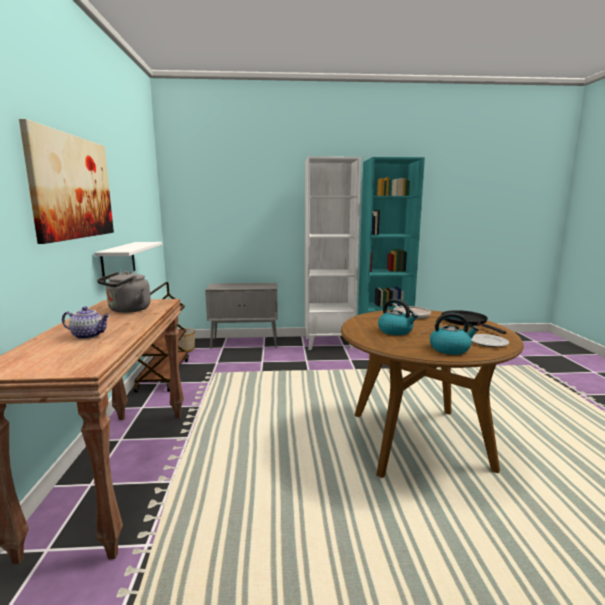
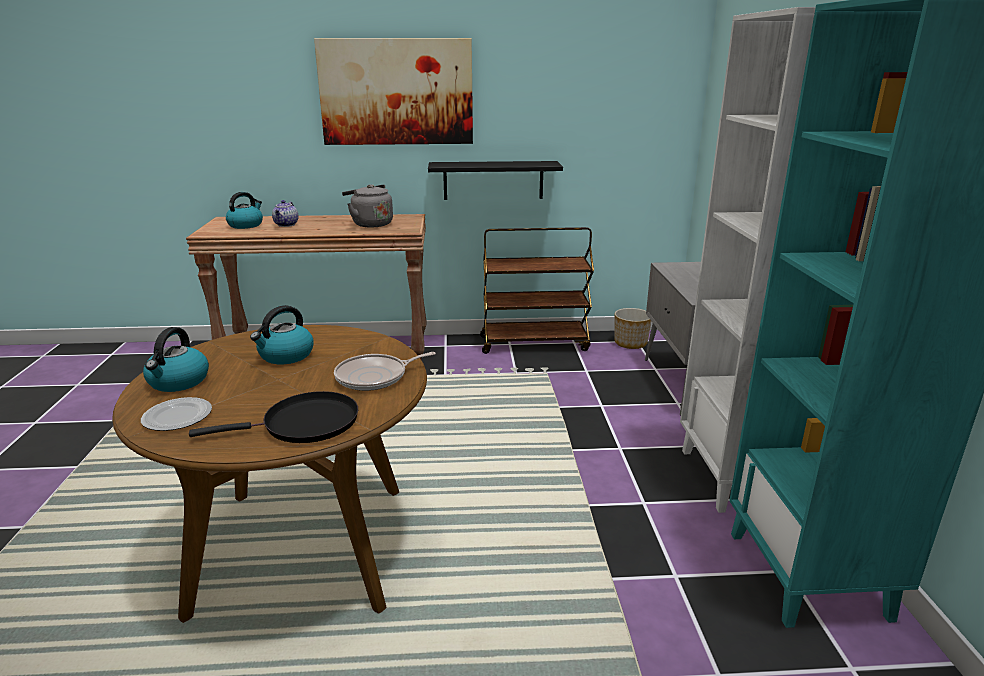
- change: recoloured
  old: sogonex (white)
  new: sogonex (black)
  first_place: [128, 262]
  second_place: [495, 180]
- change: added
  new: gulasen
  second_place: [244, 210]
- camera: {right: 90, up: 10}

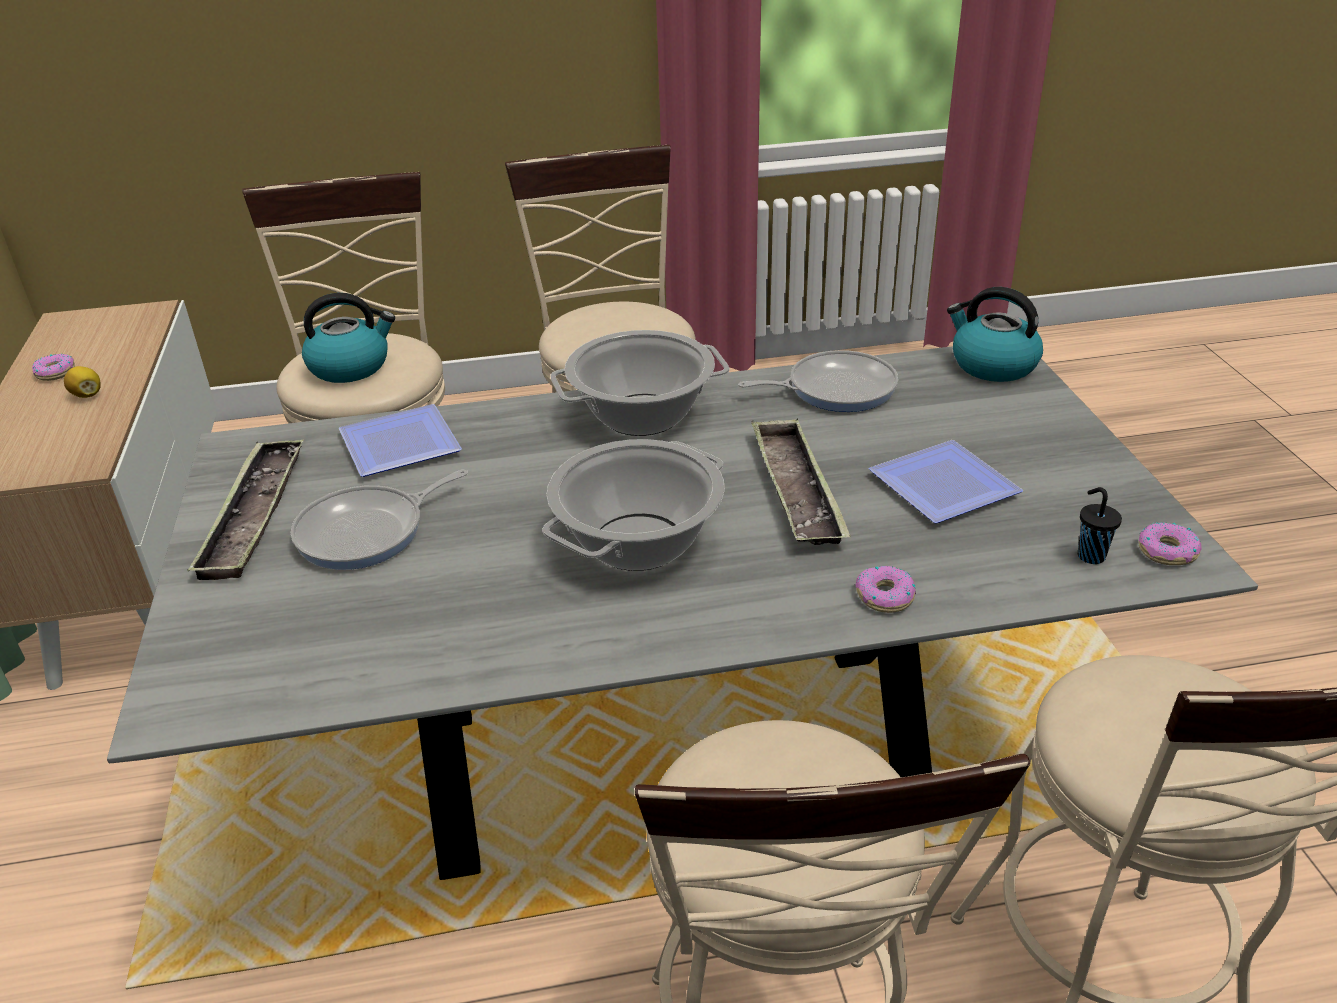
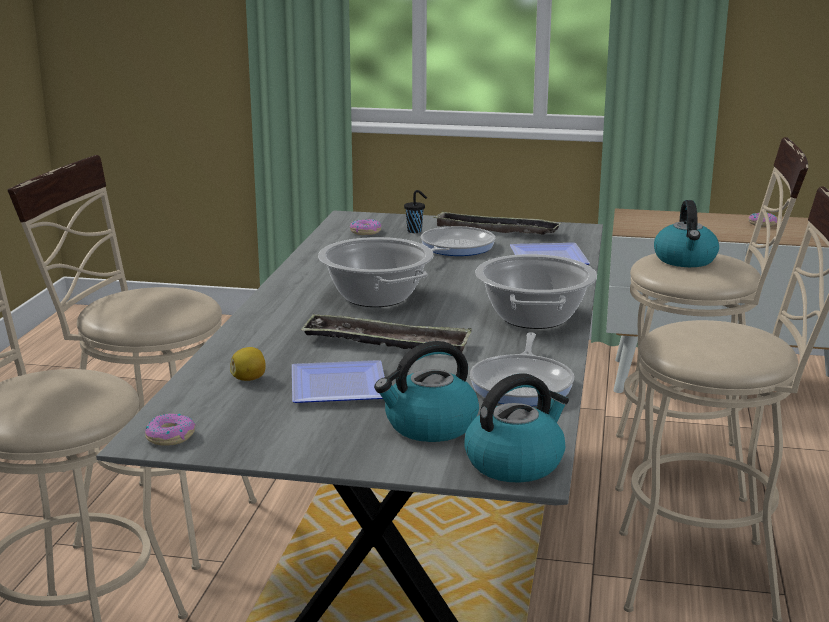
- change: moved
  old: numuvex
  first_place: [82, 382]
  second_place: [248, 364]
- change: turned
  old: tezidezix
  first_place: [379, 519]
  second_place: [458, 241]
  degrees: 45
- change: moved
  old: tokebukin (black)
  first_place: [1100, 525]
  second_place: [415, 211]
- change: moved
  old: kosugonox
  first_place: [886, 589]
  second_place: [365, 227]
- change: added
  new: gulasen
  second_place: [426, 391]
- camera: {right: 110, up: -15}

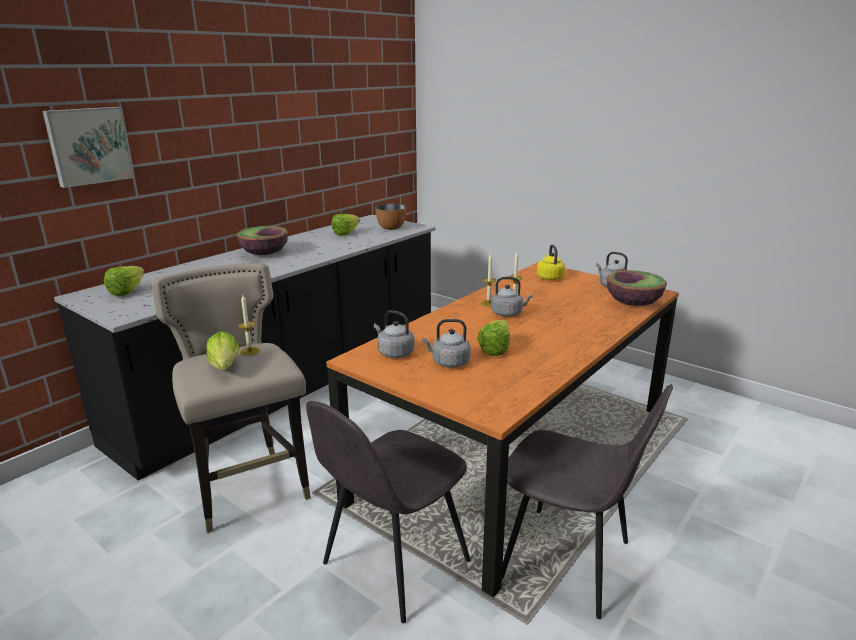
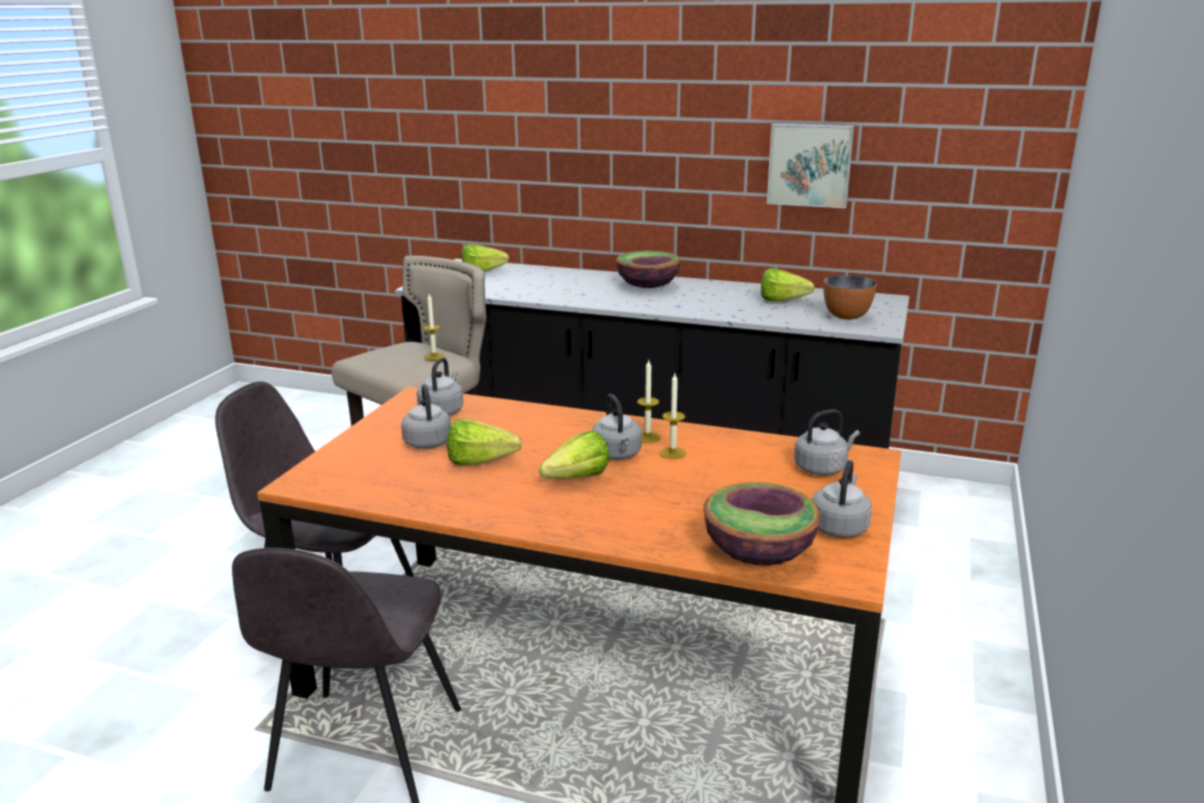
- change: moved
  old: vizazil
  first_place: [88, 147]
  second_place: [810, 165]
- change: recoloured
  old: gulasen (yellow)
  new: gulasen (grey)
  first_place: [551, 262]
  second_place: [827, 442]
- change: moved
  old: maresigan
  first_place: [222, 351]
  second_place: [574, 454]
- camera: {right: 70, up: 0}

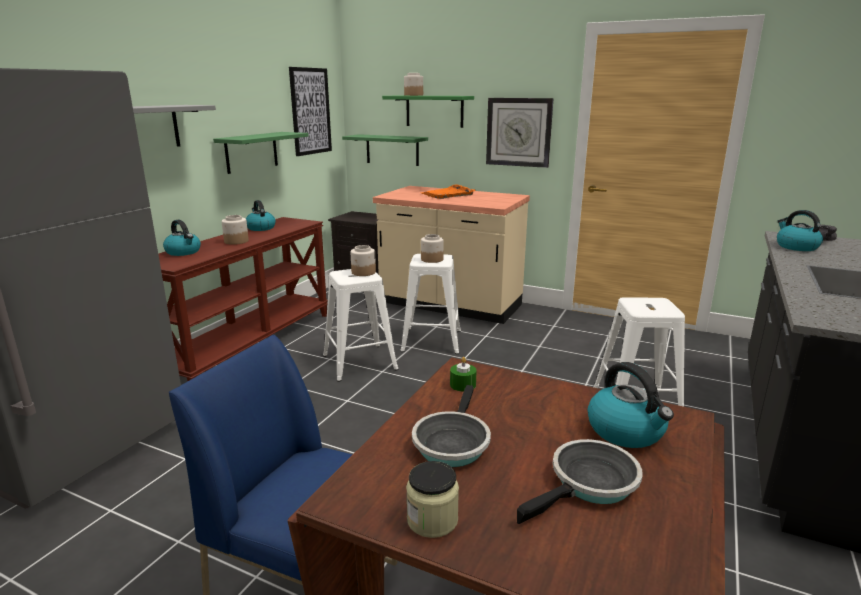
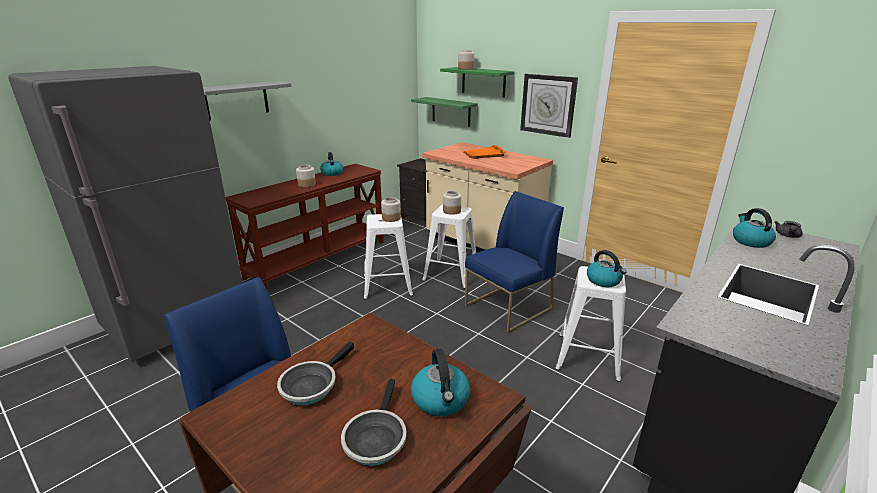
- change: removed
  old: vizazil
  first_place: [310, 111]
- change: removed
  old: sogonex (green)
  first_place: [261, 153]
- change: moved
  old: gulasen
  first_place: [182, 238]
  second_place: [606, 268]
- change: removed
  old: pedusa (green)
  first_place: [463, 374]
- change: turned
  old: tezidezix
  first_place: [579, 481]
  second_place: [374, 422]
  degrees: 120
- change: removed
  old: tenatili
  first_place: [432, 499]
- change: added
  new: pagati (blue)
  second_place: [514, 262]
- camera: {right: 15, up: 5}

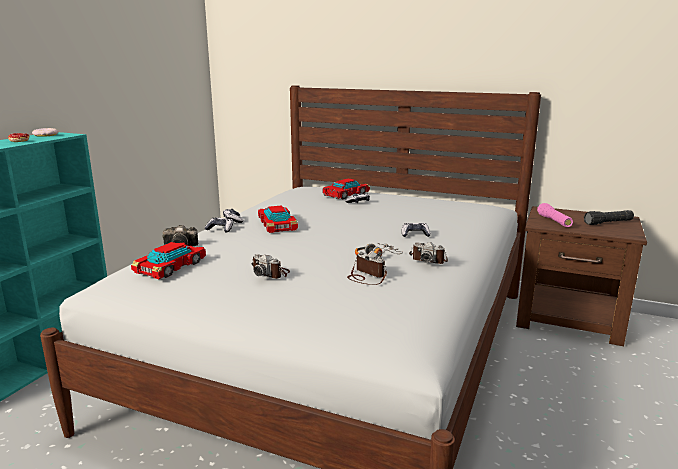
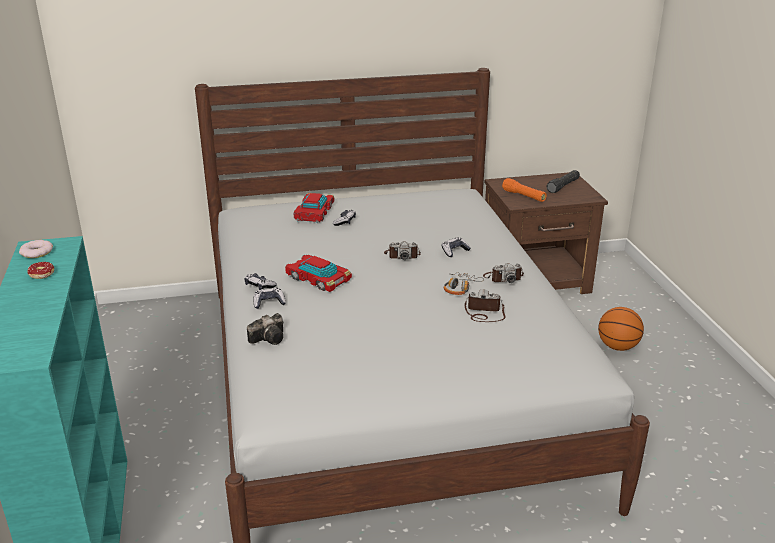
- change: recoloured
  old: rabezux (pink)
  new: rabezux (orange)
  first_place: [555, 215]
  second_place: [524, 190]
- change: removed
  old: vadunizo
  first_place: [168, 260]
- change: moved
  old: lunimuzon
  first_place: [270, 266]
  second_place: [402, 250]
- change: added
  new: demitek
  second_place: [621, 329]
- camera: {right: -35, up: 10}

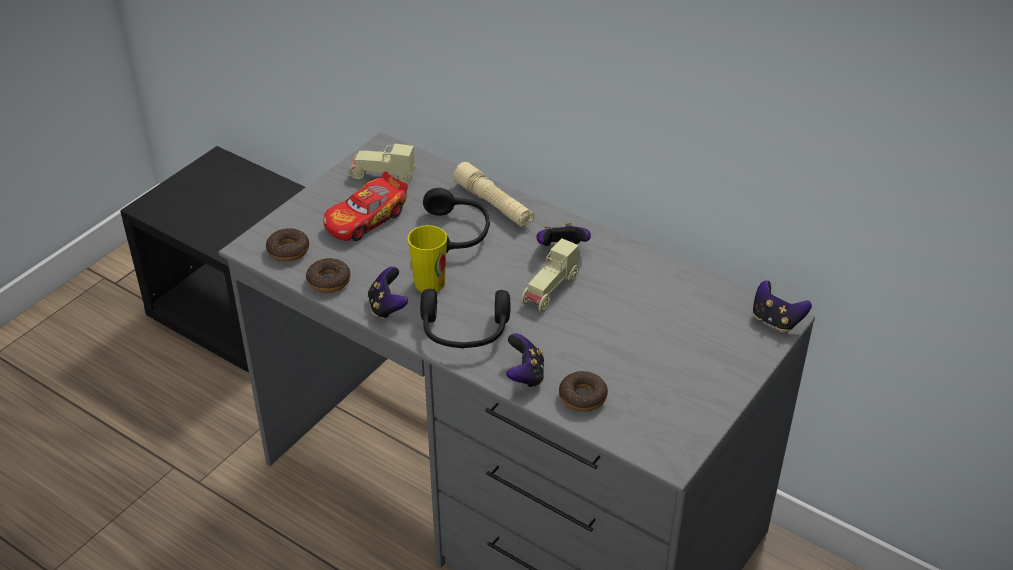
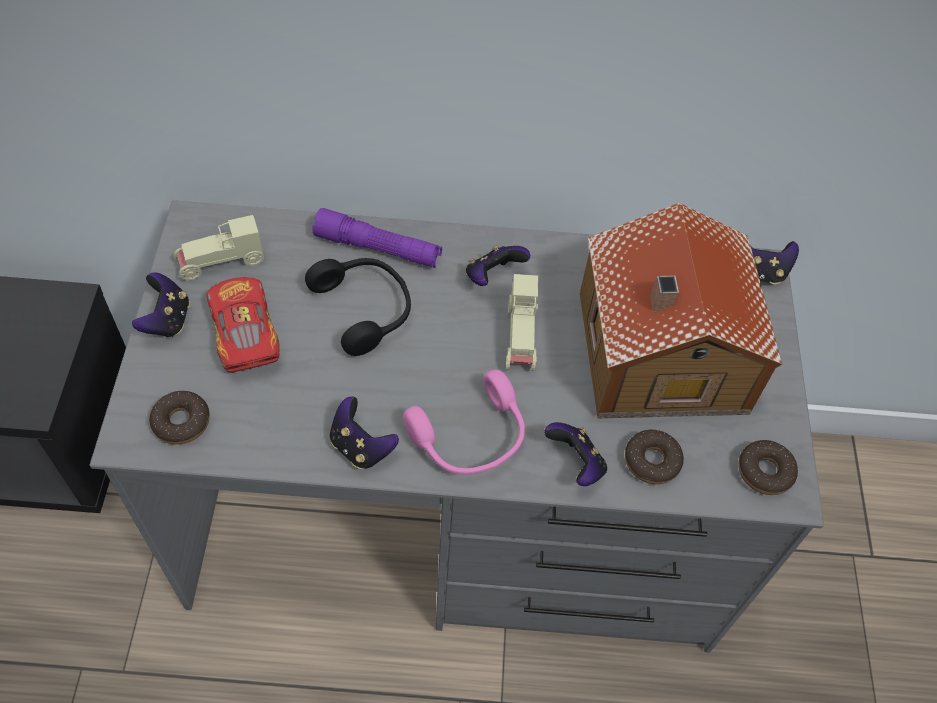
- change: recoloured
  old: rabezux (beige)
  new: rabezux (purple)
  first_place: [493, 194]
  second_place: [377, 238]
- change: turned
  old: vadunizo
  first_place: [365, 206]
  second_place: [243, 325]
  degrees: 150
- change: removed
  old: tokebukin
  first_place: [427, 258]
- change: moved
  old: kosugonox
  first_place: [328, 275]
  second_place: [768, 467]
- change: recoloured
  old: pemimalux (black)
  new: pemimalux (pink)
  first_place: [465, 318]
  second_place: [464, 422]
- change: added
  new: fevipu
  second_place: [681, 310]
- change: added
  new: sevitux
  second_place: [161, 305]
- camera: {right: -35, up: 15}

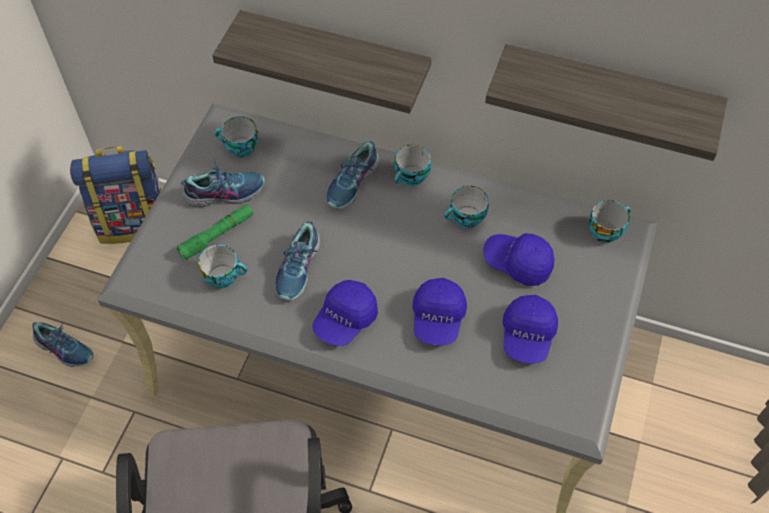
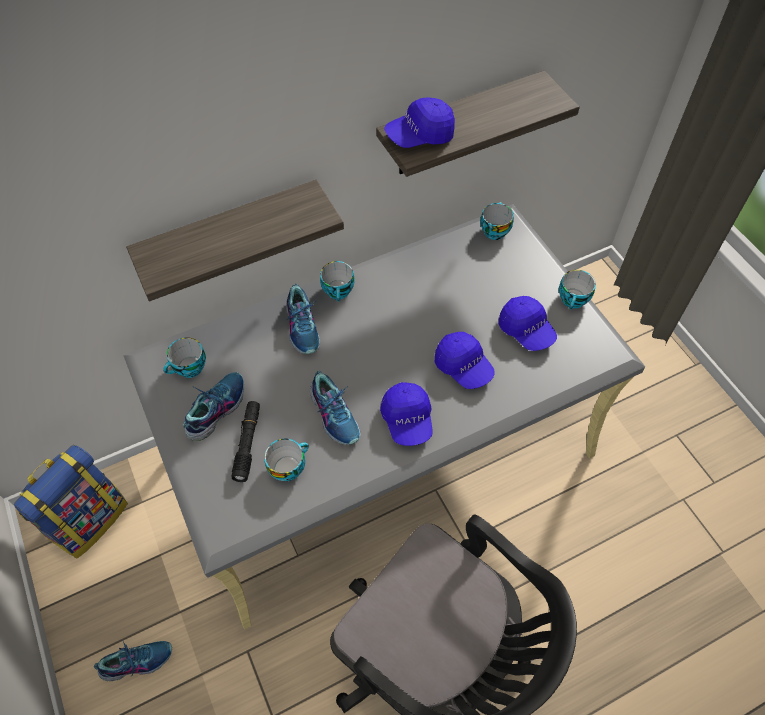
- change: moved
  old: tokebukin
  first_place: [466, 207]
  second_place: [577, 290]
- change: recoloured
  old: rabezux (green)
  new: rabezux (black)
  first_place: [215, 232]
  second_place: [245, 441]
- change: moved
  old: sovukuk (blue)
  first_place: [518, 259]
  second_place: [419, 122]
- camera: {right: -45, up: 0}

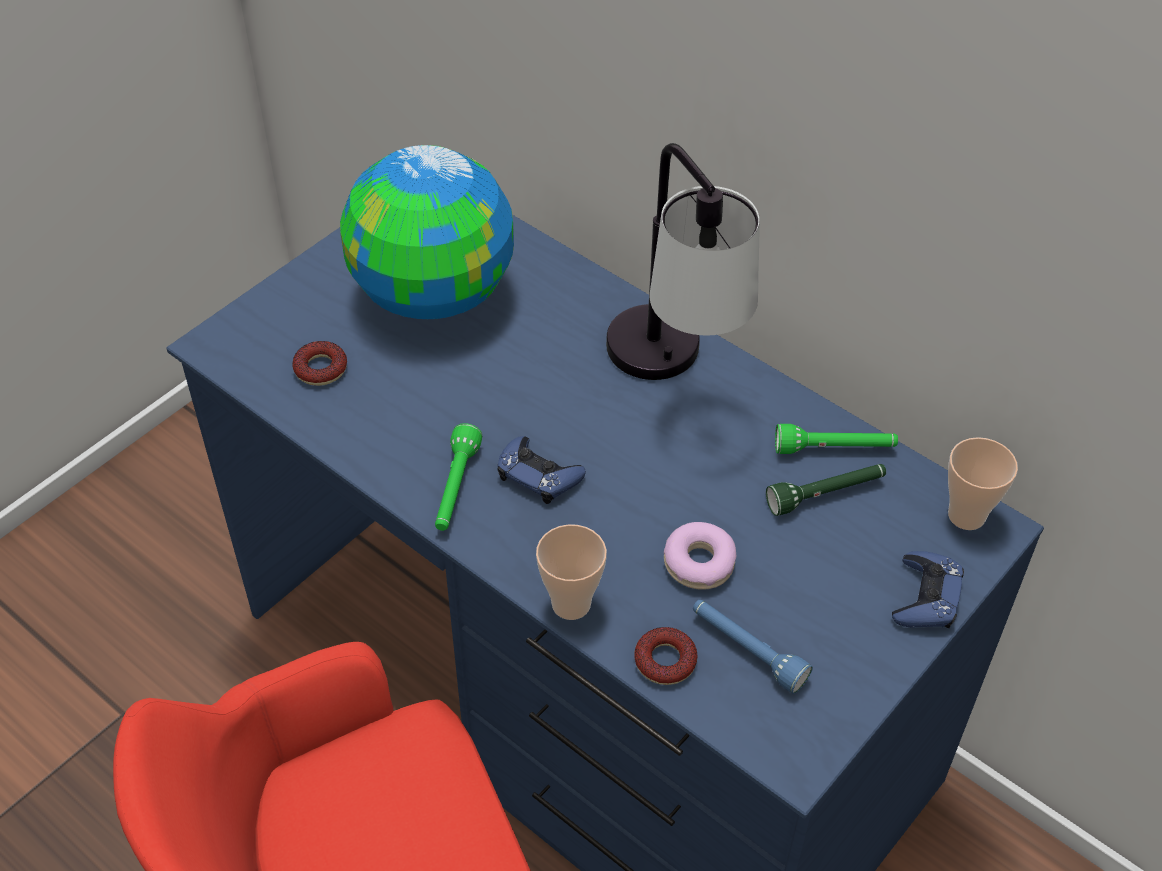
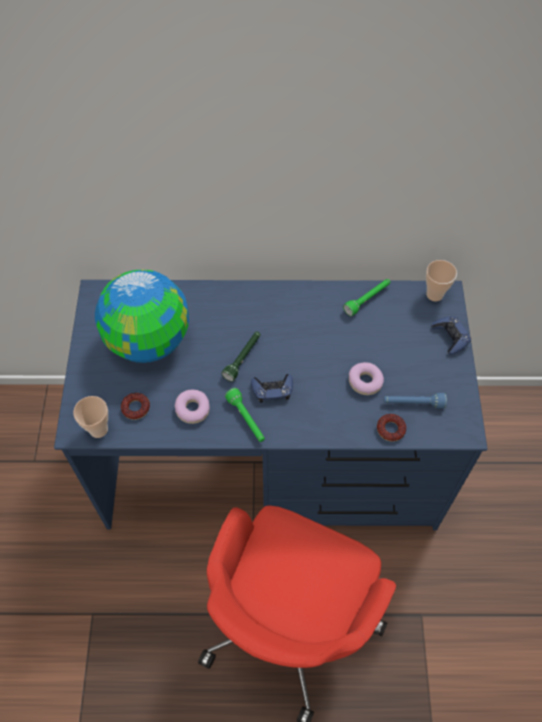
- change: removed
  old: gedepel
  first_place: [683, 261]
- change: moved
  old: rabezux (green)
  first_place: [826, 490]
  second_place: [240, 356]
- change: moved
  old: tokebukin
  first_place: [571, 572]
  second_place: [90, 417]
- change: added
  new: kosugonox
  second_place: [192, 407]
- camera: {right: -40, up: 10}

